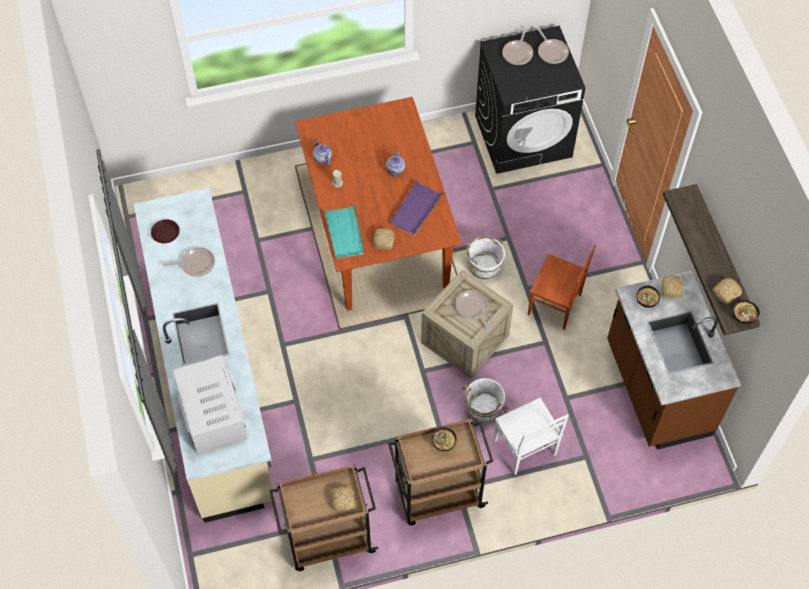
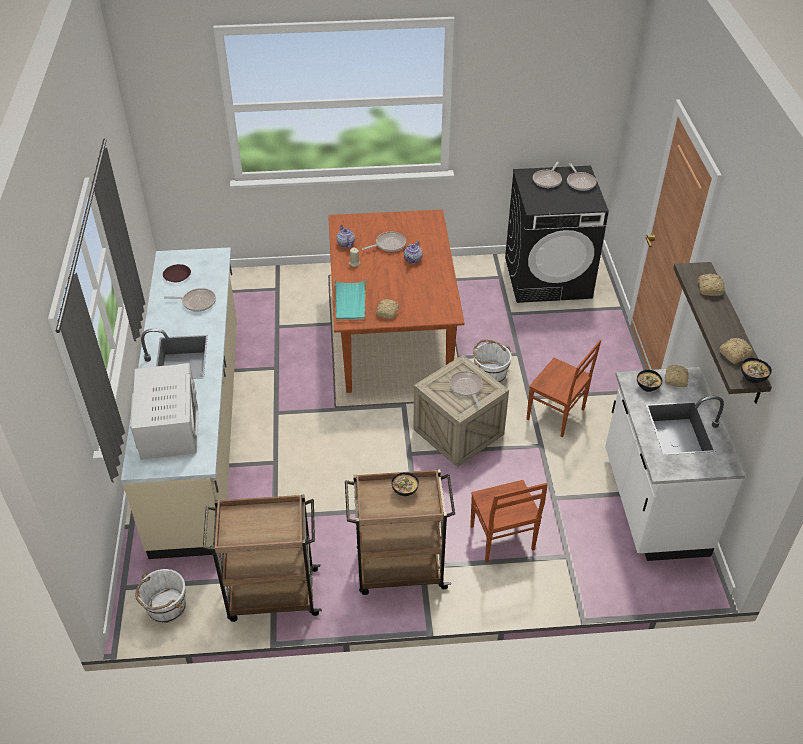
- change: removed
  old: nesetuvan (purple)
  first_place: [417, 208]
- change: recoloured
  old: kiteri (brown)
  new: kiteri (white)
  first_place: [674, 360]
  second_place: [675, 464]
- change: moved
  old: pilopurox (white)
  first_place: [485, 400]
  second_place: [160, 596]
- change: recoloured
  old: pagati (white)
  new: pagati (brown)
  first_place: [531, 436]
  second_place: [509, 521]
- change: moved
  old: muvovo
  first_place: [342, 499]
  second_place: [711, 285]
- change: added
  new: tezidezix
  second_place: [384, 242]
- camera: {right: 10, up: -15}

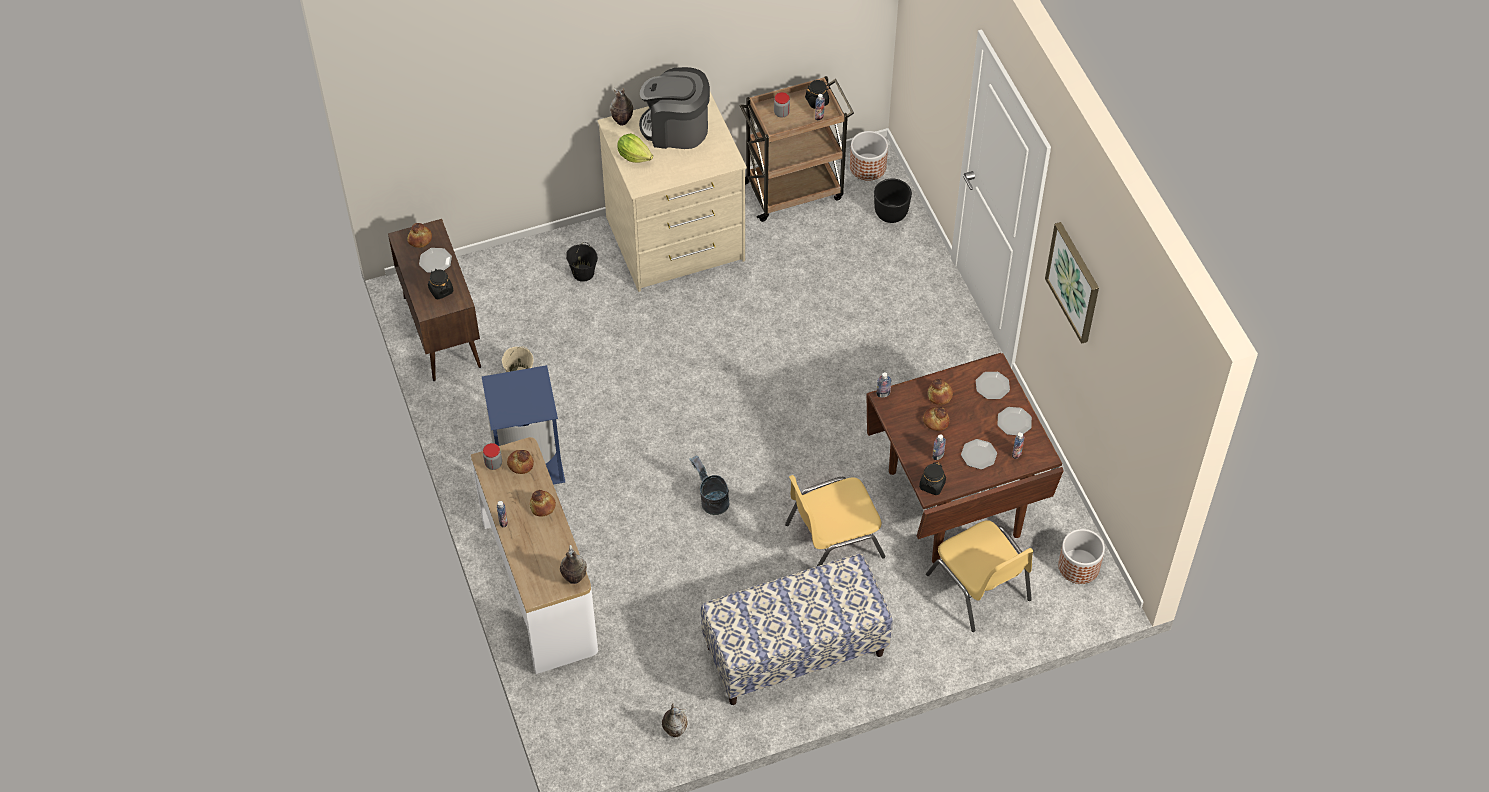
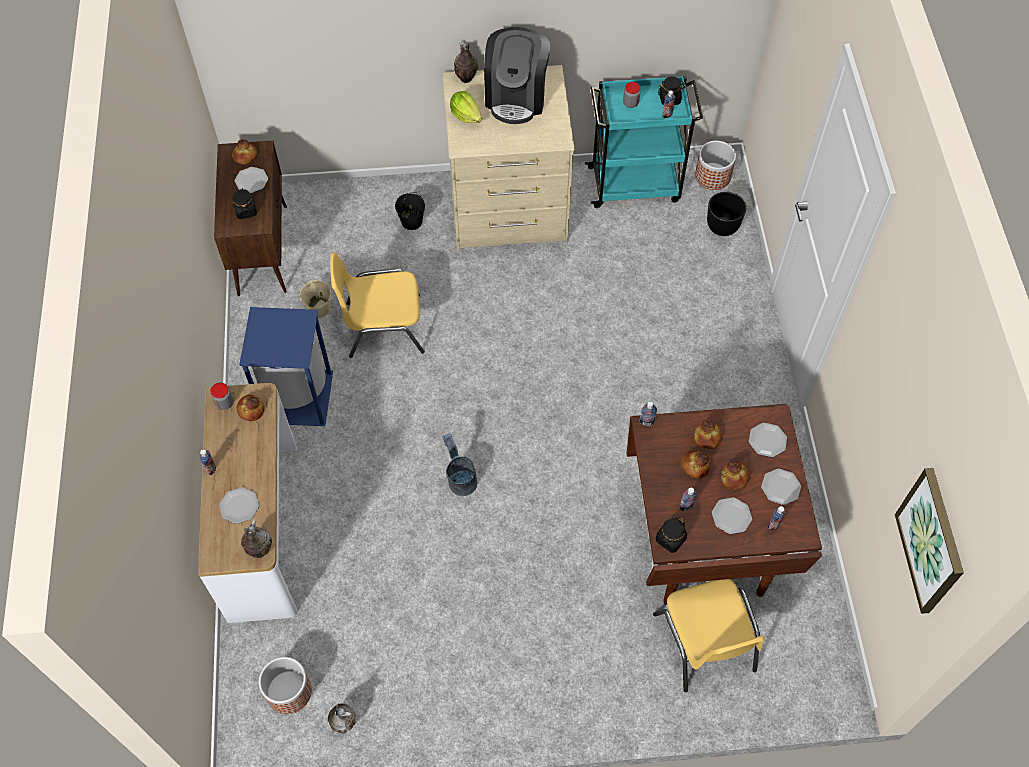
- change: turned
  old: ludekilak
  first_place: [674, 108]
  second_place: [517, 75]
  degrees: -105
- change: recoloured
  old: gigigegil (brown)
  new: gigigegil (turquoise)
  first_place: [797, 149]
  second_place: [644, 142]
- change: moved
  old: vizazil
  first_place: [1072, 283]
  second_place: [929, 541]
- change: moved
  old: pagati (yellow)
  first_place: [835, 521]
  second_place: [377, 305]
- change: moved
  old: muvovo
  first_place: [543, 503]
  second_place: [735, 475]
- change: moved
  old: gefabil
  first_place: [1081, 556]
  second_place: [285, 685]
- change: removed
  old: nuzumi
  first_place: [797, 629]
- change: added
  new: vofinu
  second_place: [239, 505]
- camera: {right: 15, up: 5}

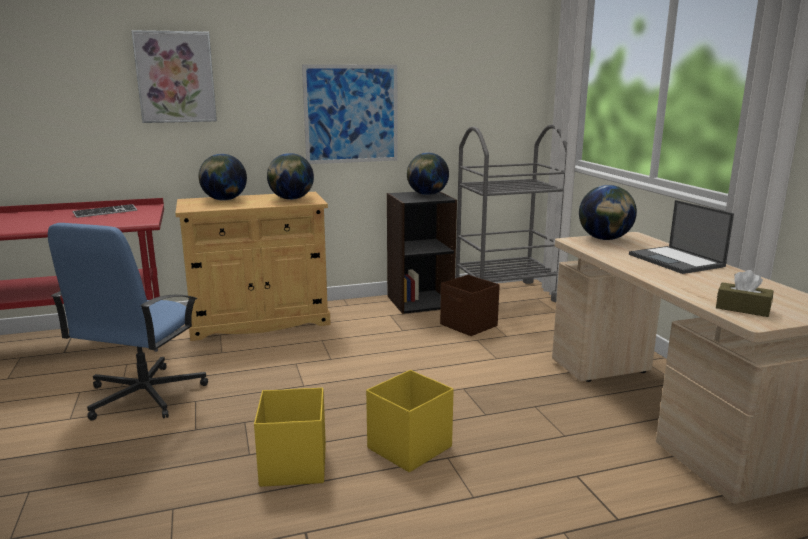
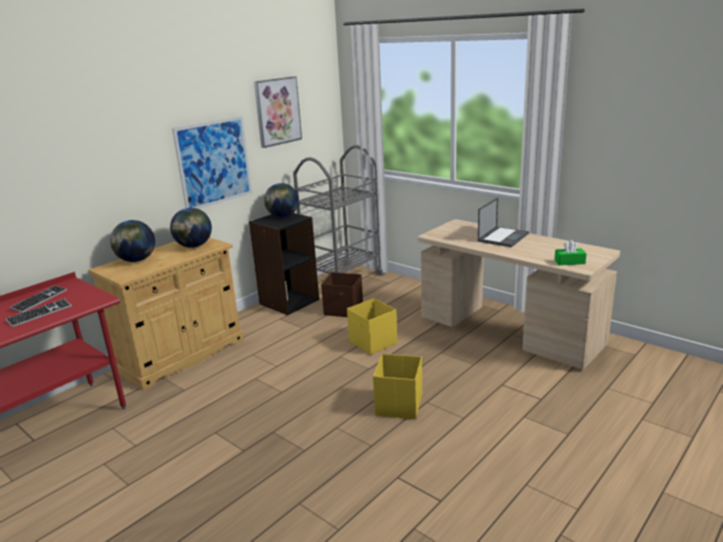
- change: moved
  old: vizazil
  first_place: [174, 76]
  second_place: [278, 112]
- change: removed
  old: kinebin
  first_place: [608, 212]
- change: turned
  old: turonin
  first_place: [681, 237]
  second_place: [503, 222]
  degrees: -90
- change: removed
  old: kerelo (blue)
  first_place: [128, 322]
- change: recoloured
  old: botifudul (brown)
  new: botifudul (green)
  first_place: [745, 293]
  second_place: [570, 252]
- change: moved
  old: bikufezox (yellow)
  first_place: [290, 437]
  second_place: [372, 326]
- change: added
  new: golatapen
  second_place: [38, 313]
- camera: {right: -30, up: 5}

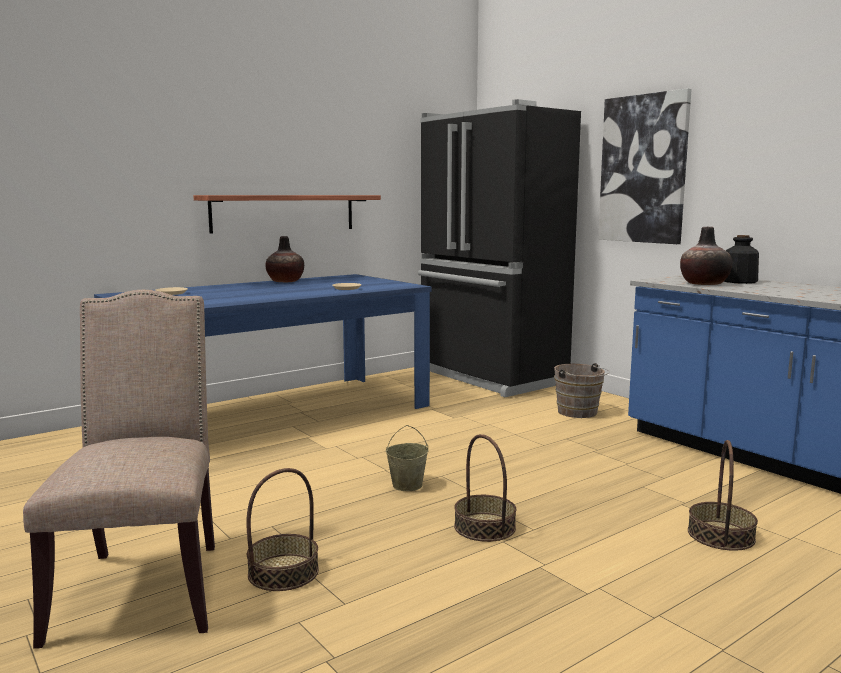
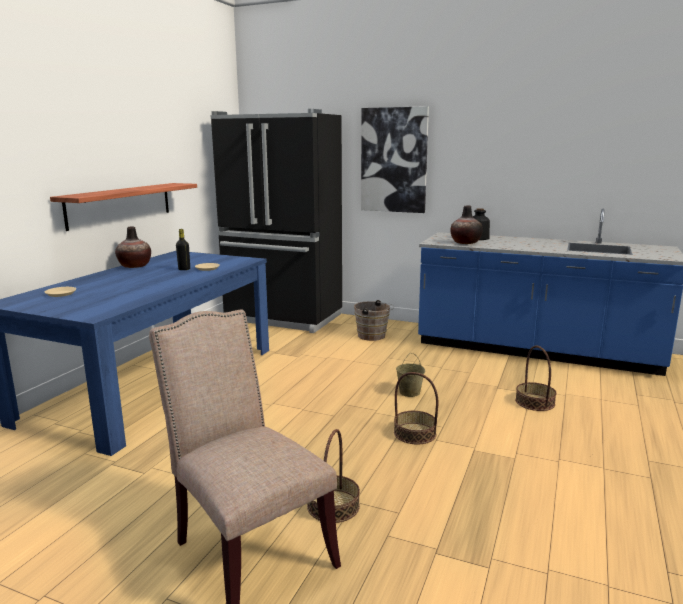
- change: moved
  old: pilopurox (beige)
  first_place: [407, 458]
  second_place: [410, 375]
- change: added
  new: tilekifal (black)
  second_place: [183, 249]
- camera: {right: -30, up: 5}

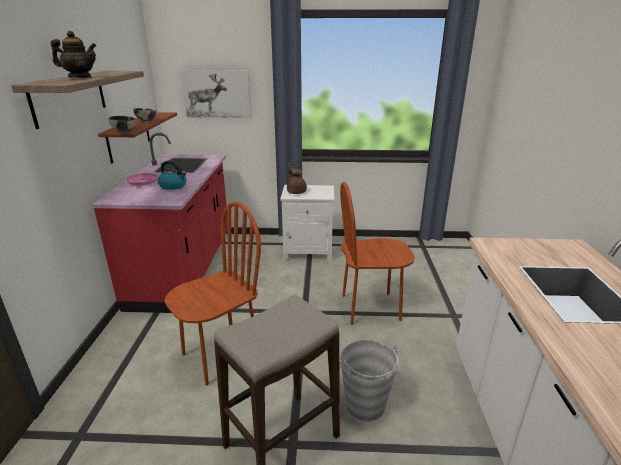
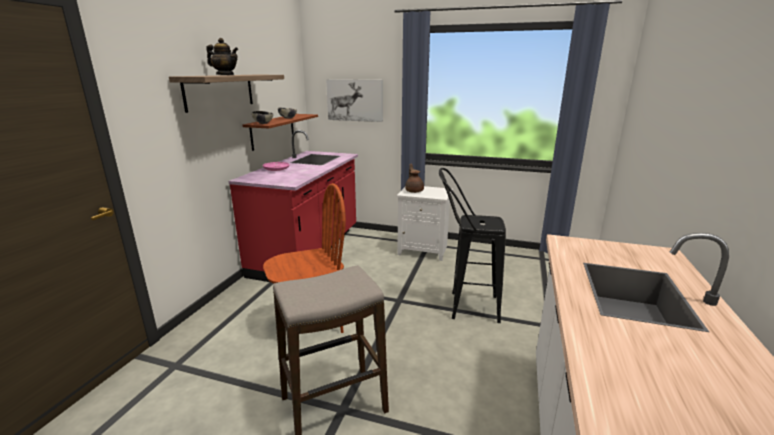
- change: removed
  old: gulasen
  first_place: [172, 175]
- change: replaced
  old: pagati (brown)
  new: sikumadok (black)
  first_place: [377, 253]
  second_place: [472, 245]
- change: removed
  old: pilopurox (grey)
  first_place: [369, 380]
- camera: {right: 15, up: -5}

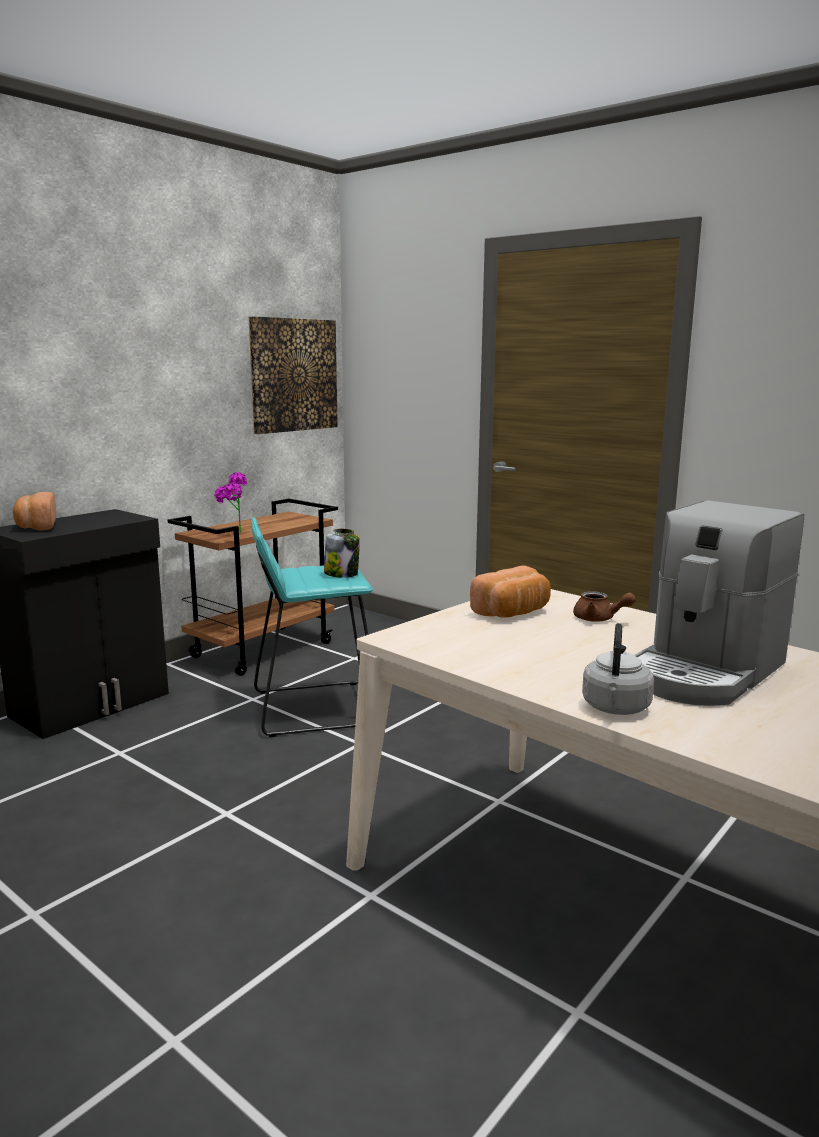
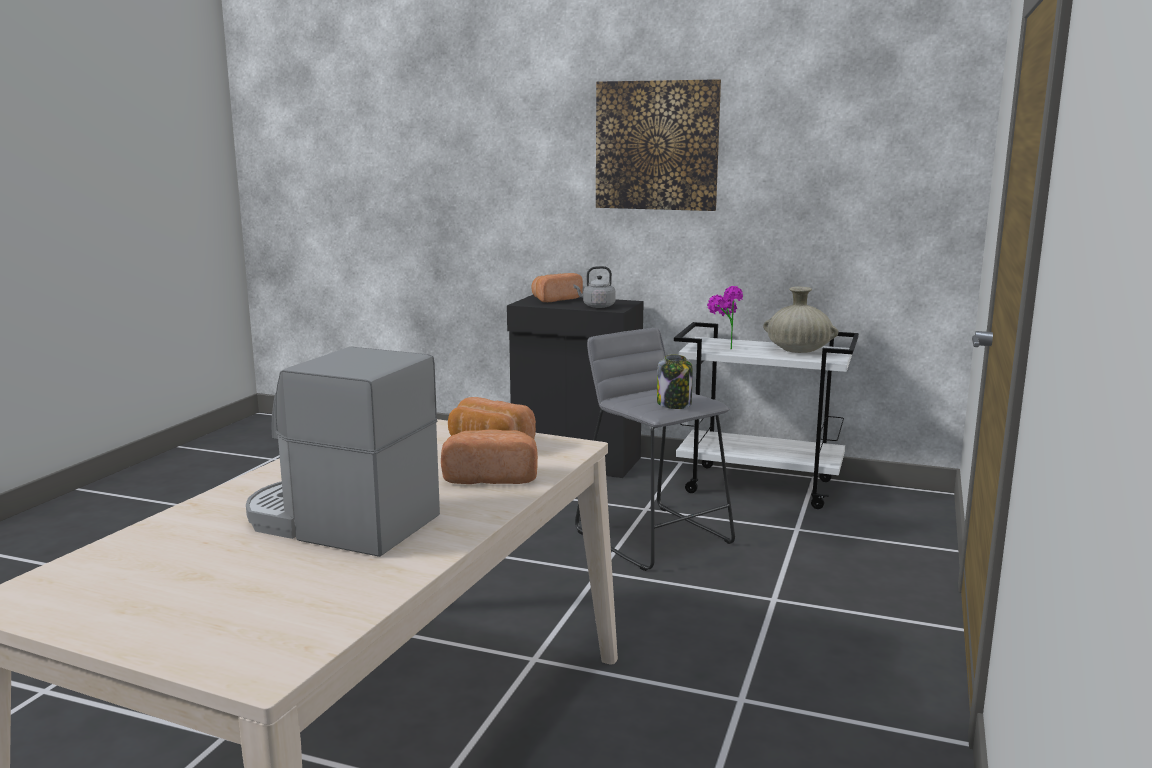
- change: moved
  old: vizazil
  first_place: [293, 375]
  second_place: [658, 145]
- change: recoloured
  old: gigigegil (brown)
  new: gigigegil (white)
  first_place: [253, 587]
  second_place: [766, 415]
- change: recoloured
  old: sikumadok (turquoise)
  new: sikumadok (grey)
  first_place: [312, 627]
  second_place: [655, 449]
- change: replaced
  old: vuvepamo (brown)
  new: muvovo
  first_place: [604, 606]
  second_place: [489, 456]
- change: moved
  old: gulasen (grey)
  first_place: [618, 669]
  second_place: [595, 287]
- change: added
  new: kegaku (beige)
  second_place: [800, 320]
- camera: {right: 70, up: 0}

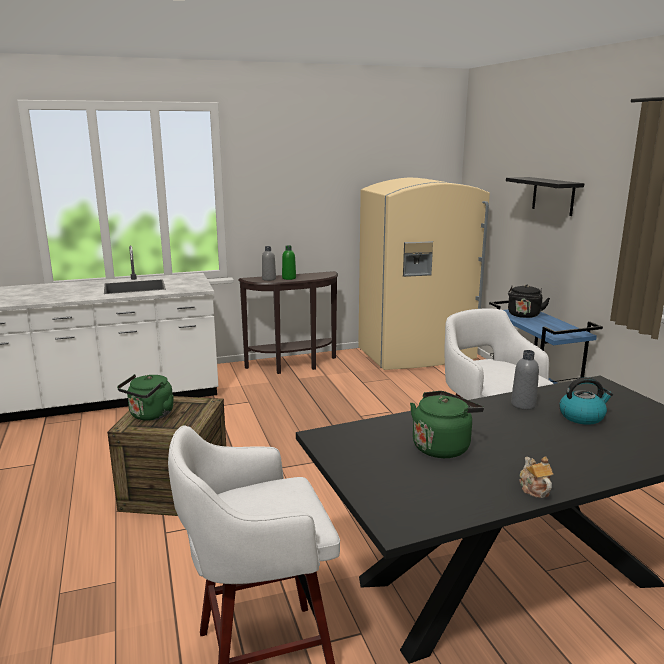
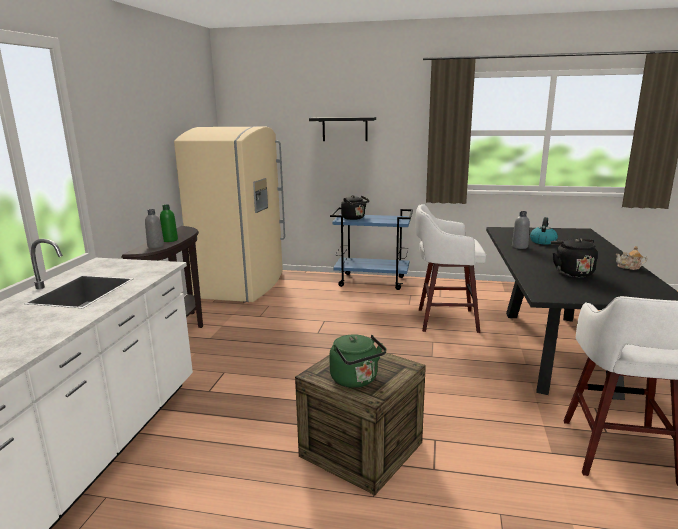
- change: recoloured
  old: gulasen (green)
  new: gulasen (black)
  first_place: [447, 424]
  second_place: [574, 257]
- camera: {right: -60, up: 0}

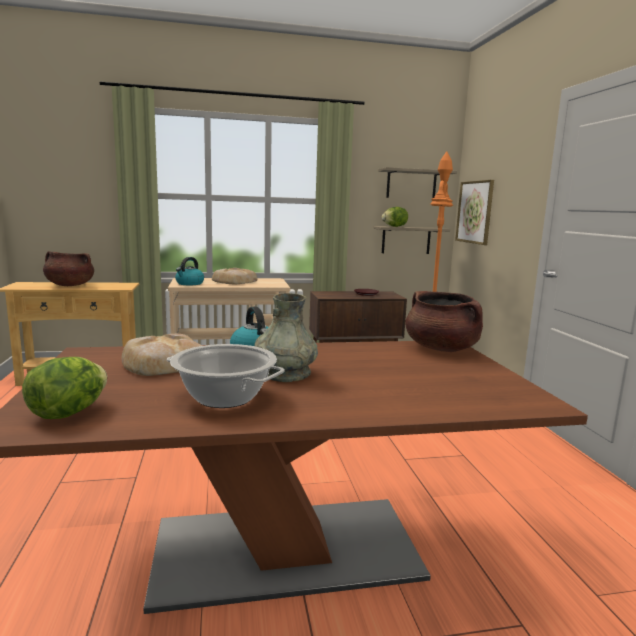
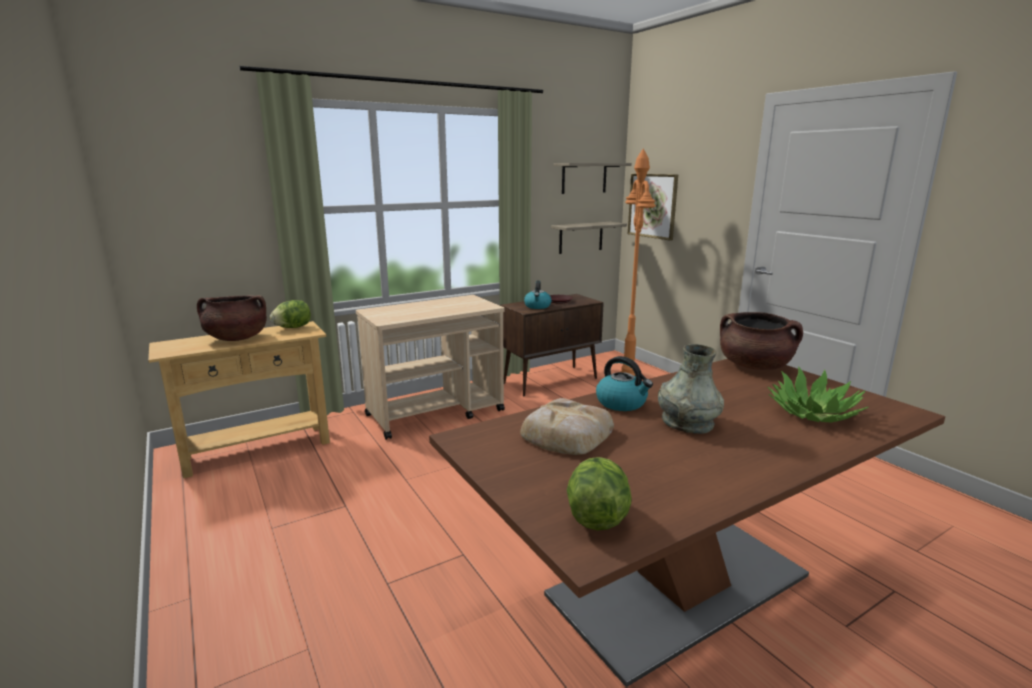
- change: moved
  old: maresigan
  first_place: [395, 217]
  second_place: [290, 314]
- change: moved
  old: gulasen
  first_place: [189, 271]
  second_place: [538, 294]
- change: removed
  old: muvovo
  first_place: [235, 276]
- change: removed
  old: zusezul
  first_place: [226, 376]
- change: added
  new: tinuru
  second_place: [817, 394]
- camera: {right: -20, up: 5}

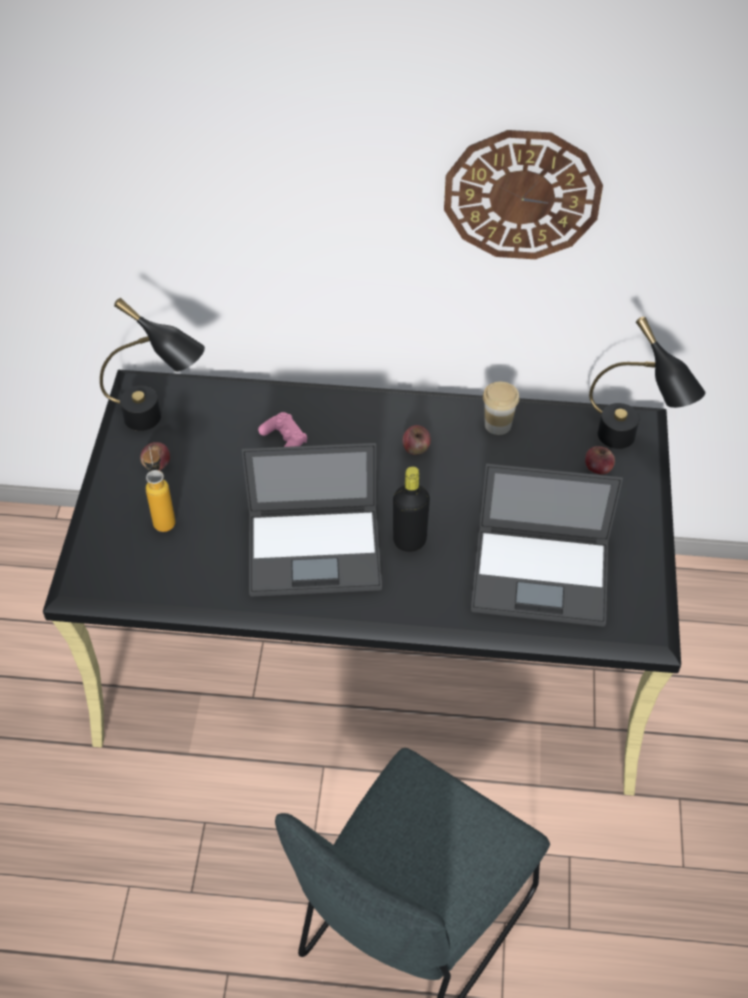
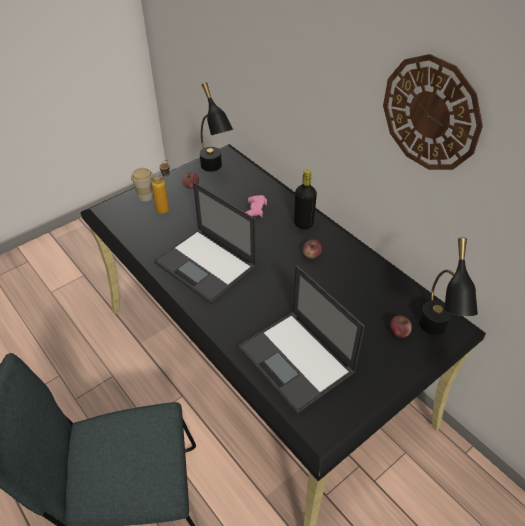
- change: moved
  old: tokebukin
  first_place: [501, 408]
  second_place: [142, 184]
- change: moved
  old: tilekifal (black)
  first_place: [411, 509]
  second_place: [305, 199]
- camera: {right: 45, up: -5}

